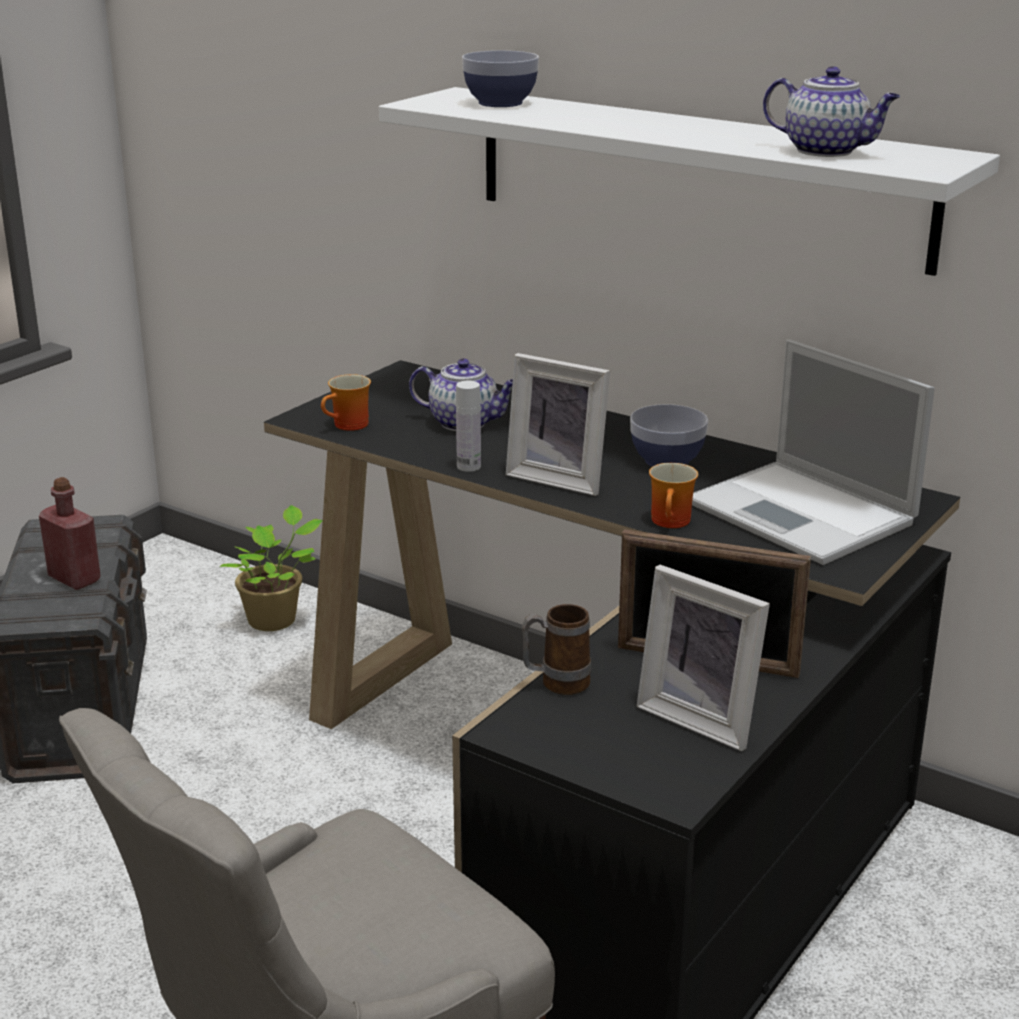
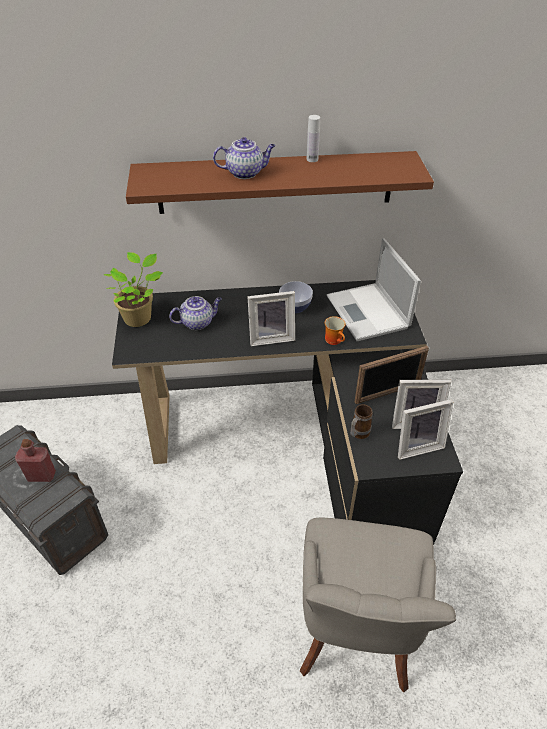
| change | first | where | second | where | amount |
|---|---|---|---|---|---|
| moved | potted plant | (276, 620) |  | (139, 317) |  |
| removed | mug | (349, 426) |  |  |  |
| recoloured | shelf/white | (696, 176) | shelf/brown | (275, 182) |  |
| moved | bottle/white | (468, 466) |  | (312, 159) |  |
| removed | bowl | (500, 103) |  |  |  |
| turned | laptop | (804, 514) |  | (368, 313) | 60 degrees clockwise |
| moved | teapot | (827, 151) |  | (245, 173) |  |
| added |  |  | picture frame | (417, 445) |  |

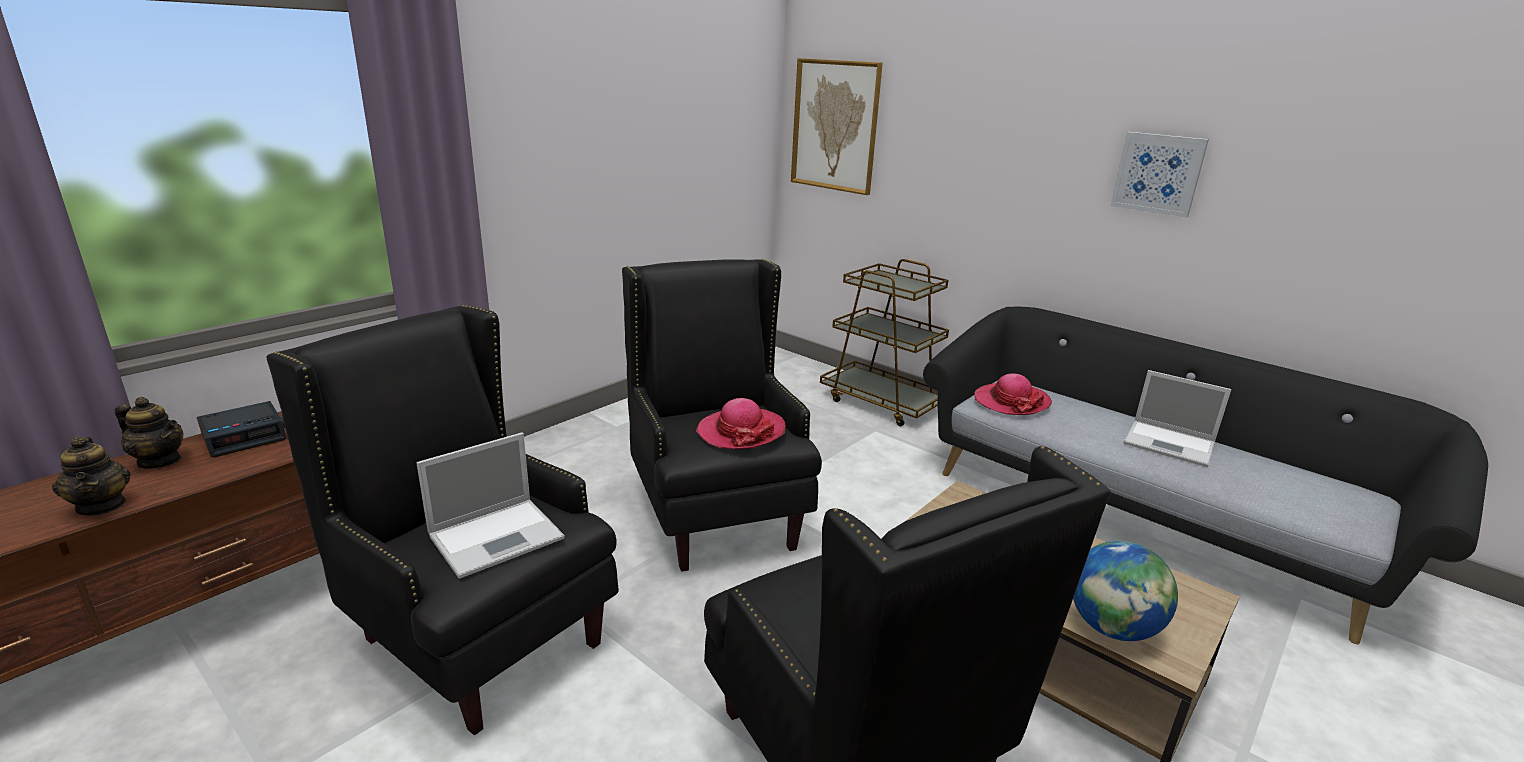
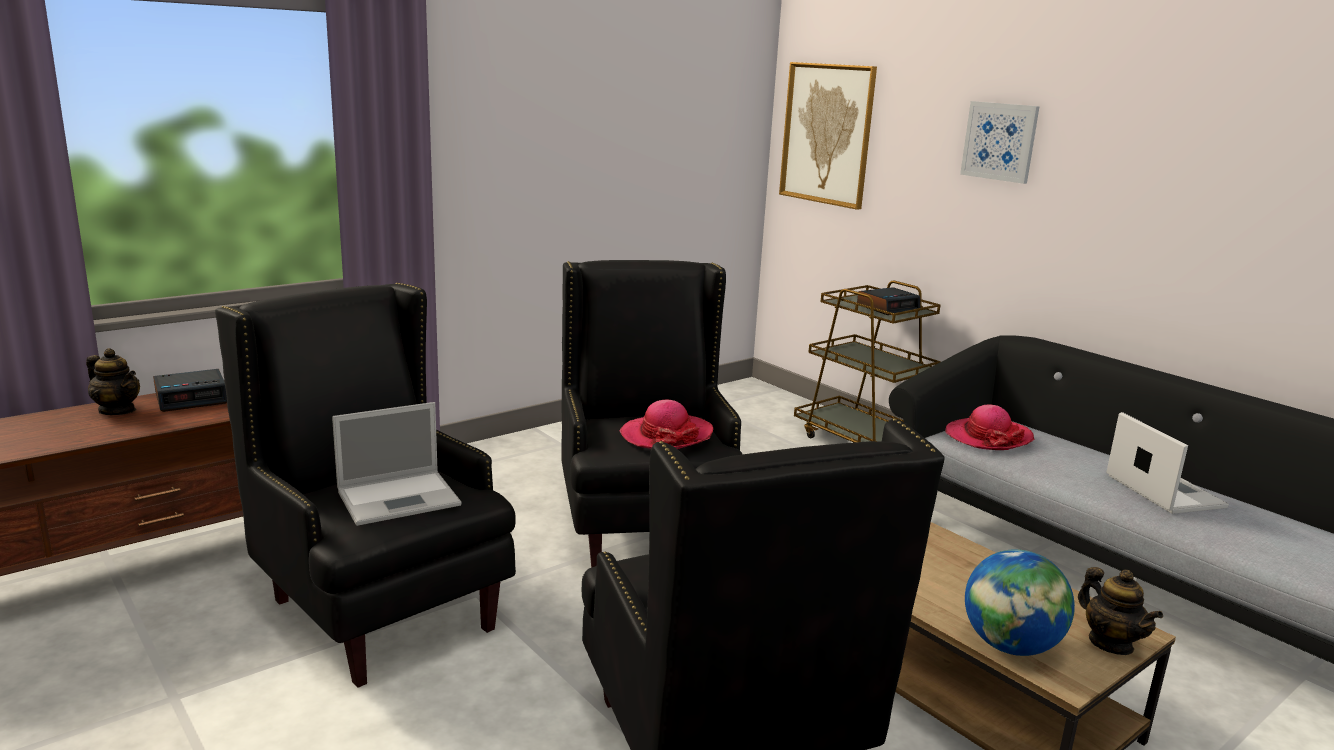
| change | first | where | second | where | amount |
|---|---|---|---|---|---|
| moved | teapot | (102, 505) |  | (1110, 643) |  |
| moved | picture | (1158, 173) |  | (1000, 141) |  |
| turned | laptop | (1171, 444) |  | (1162, 490) | 150 degrees counterclockwise |
| added |  |  | alarm clock | (888, 307) |  |

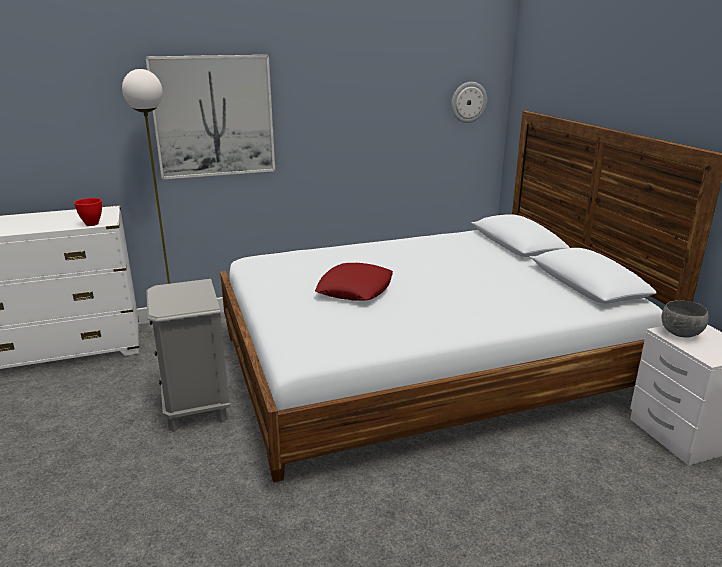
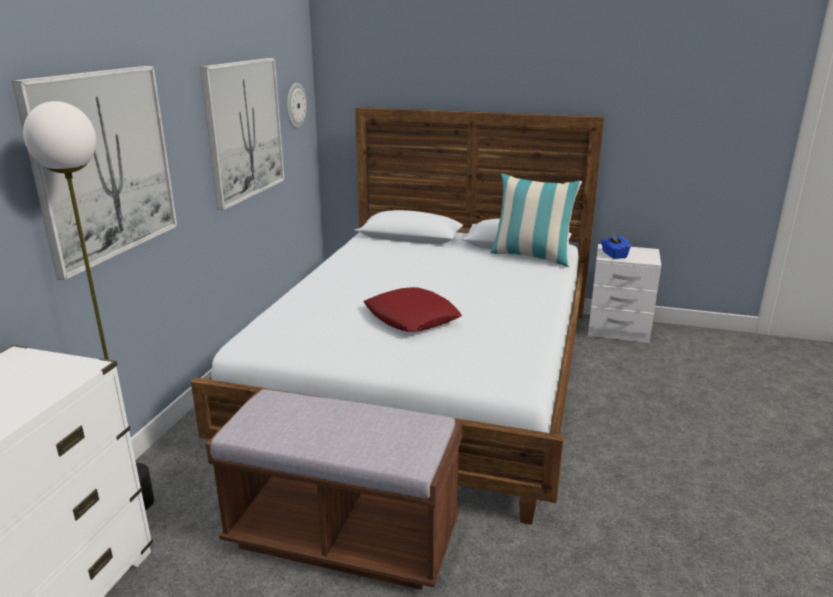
| change | first | where | second | where | amount |
|---|---|---|---|---|---|
| removed | bowl/red | (92, 224) |  |  |  |
| replaced | nightstand/grey | (196, 406) | bench/brown | (343, 536) |  |
| replaced | bowl/grey | (681, 334) | tissue box/blue | (613, 255) |  |
| added |  |  | picture | (244, 130) |  |
| added |  |  | pillow | (531, 257) |  |

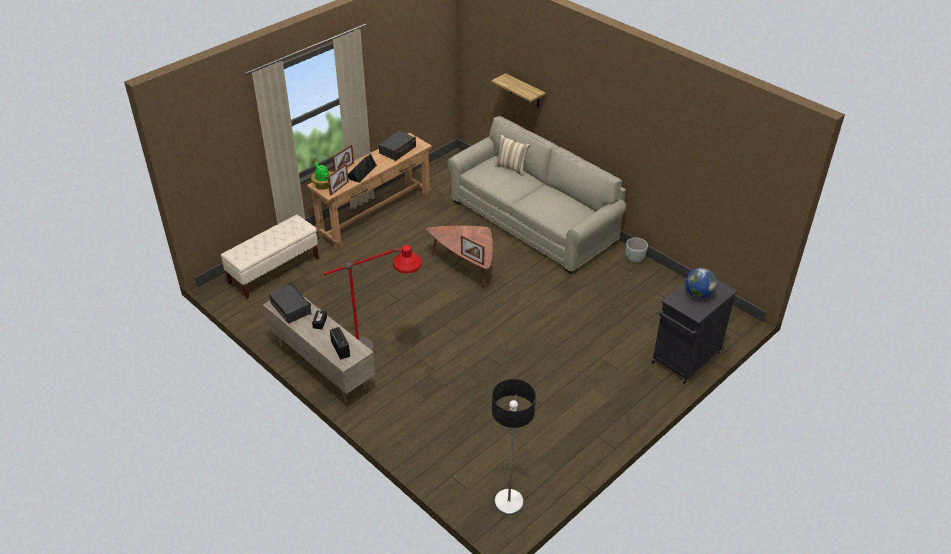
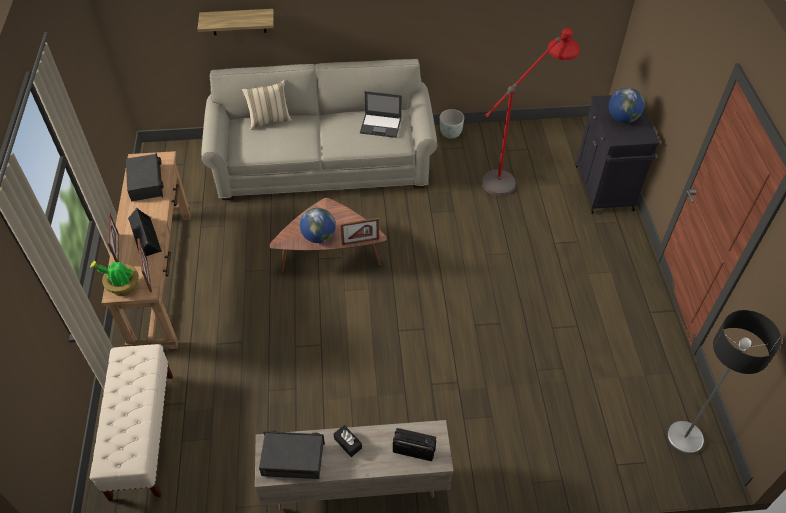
| change | first | where | second | where | amount |
|---|---|---|---|---|---|
| moved | floor lamp/red | (380, 353) |  | (516, 172) |  |
| added |  |  | globe | (319, 236) |  |
| added |  |  | laptop | (381, 125) |  |

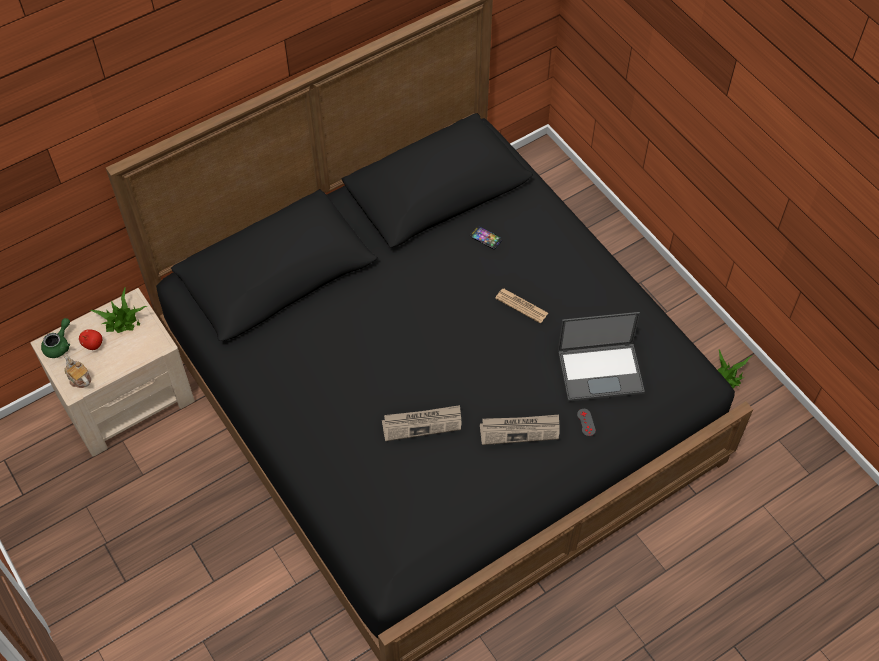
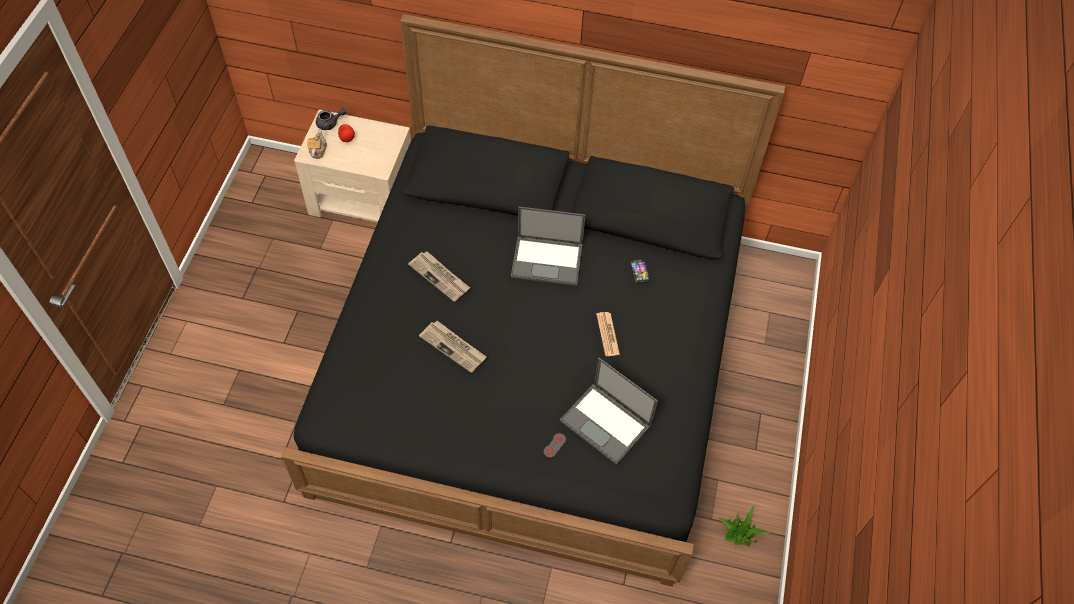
| change | first | where | second | where | amount |
|---|---|---|---|---|---|
| recoloured | teapot/green | (59, 345) | teapot/grey | (330, 123) |  |
| removed | potted plant | (122, 320) |  |  |  |
| moved | newspaper | (520, 430) |  | (440, 277) |  |
| added |  |  | laptop | (548, 260) |  |

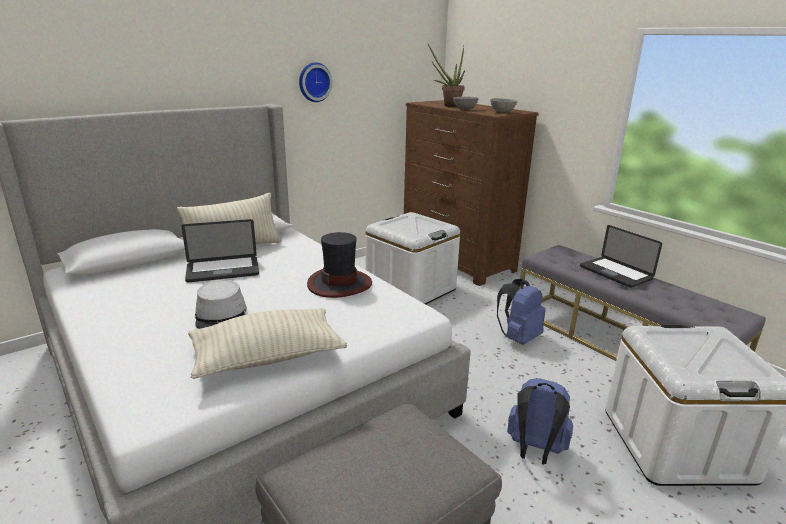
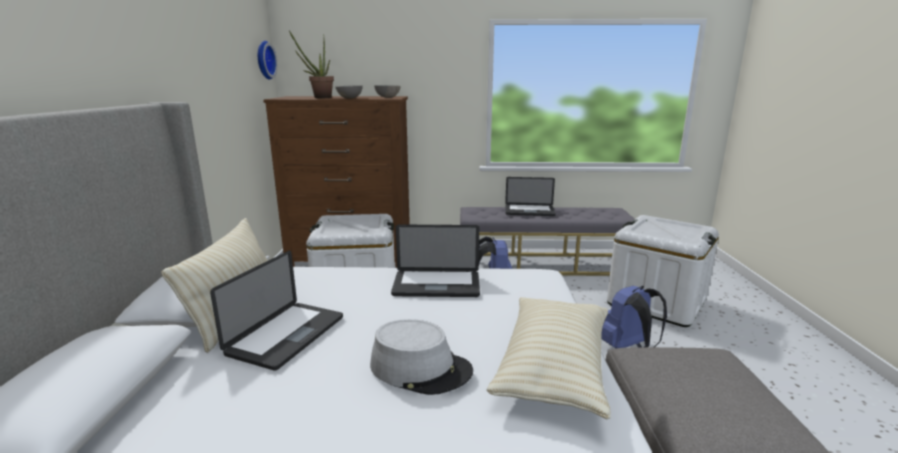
| change | first | where | second | where | amount |
|---|---|---|---|---|---|
| moved | wall clock | (314, 82) |  | (264, 60) |  |
| replaced | hat | (340, 284) | laptop | (436, 285) |  |

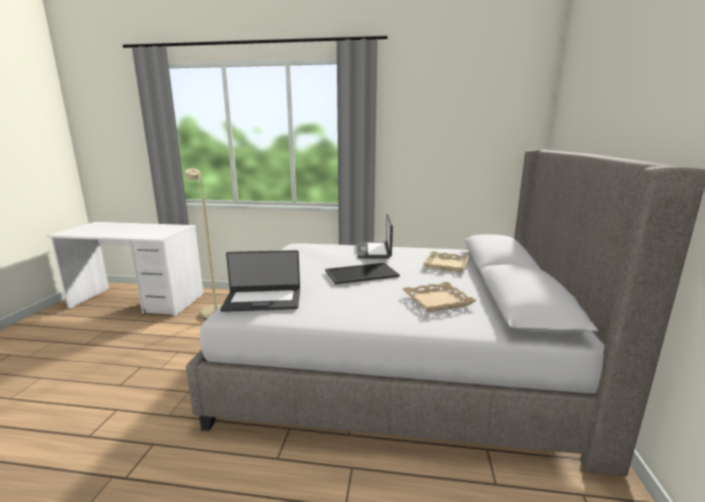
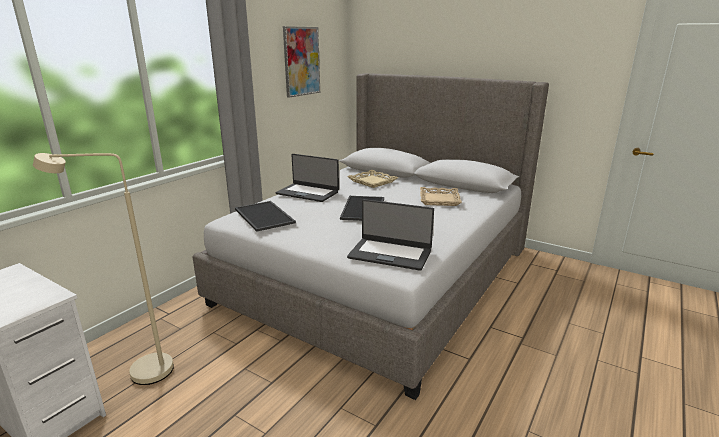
| change | first | where | second | where | amount |
|---|---|---|---|---|---|
| turned | laptop | (263, 300) |  | (390, 254) | 90 degrees clockwise |
| added |  |  | tray | (265, 216) |  |
| added |  |  | picture | (301, 61) |  |

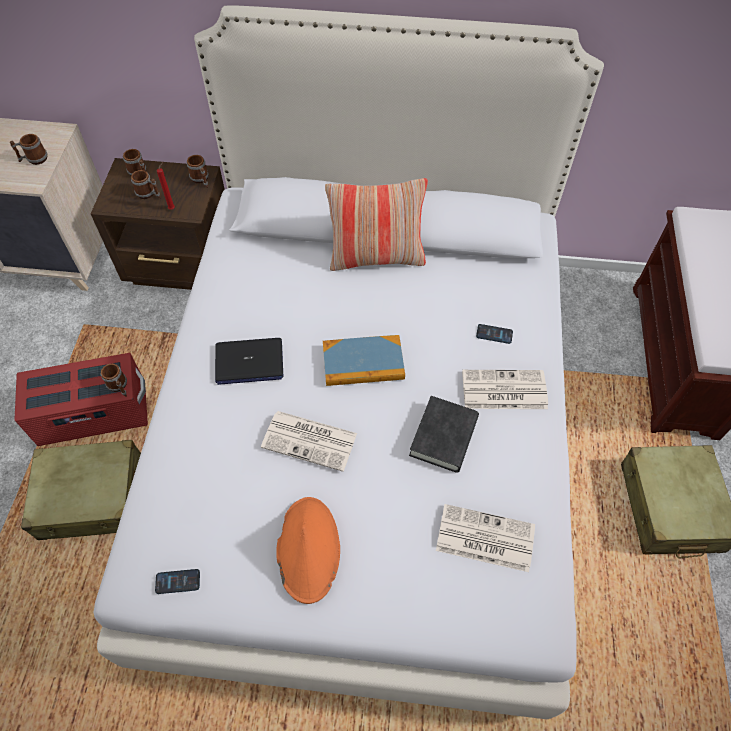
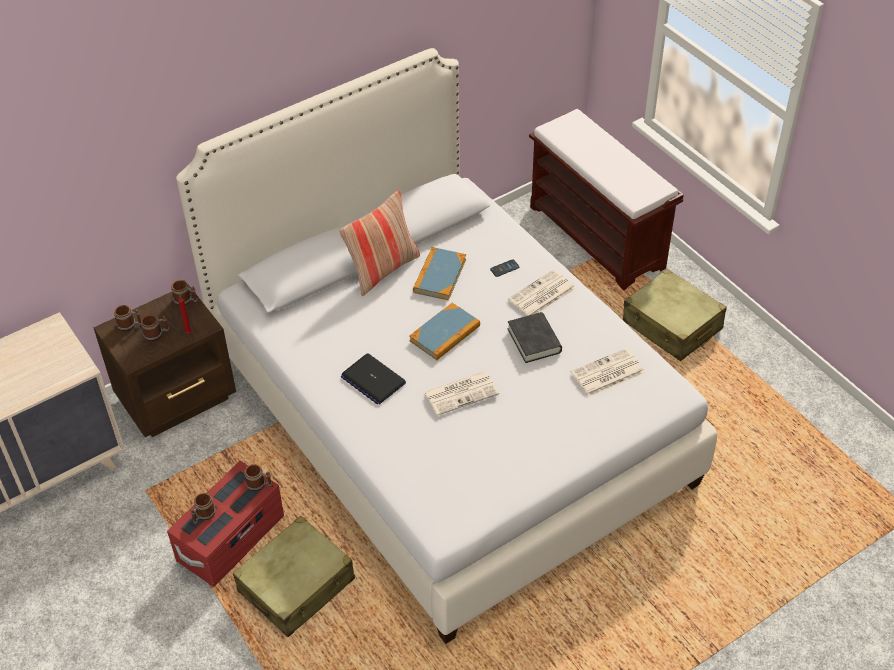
| change | first | where | second | where | amount |
|---|---|---|---|---|---|
| moved | mug | (34, 159) |  | (203, 516) |  |
| removed | phone | (178, 581) |  |  |  |
| turned | laptop | (249, 362) |  | (373, 380) | 90 degrees clockwise |
| removed | hat/orange | (308, 549) |  |  |  |
| added |  |  | book | (439, 276) |  |

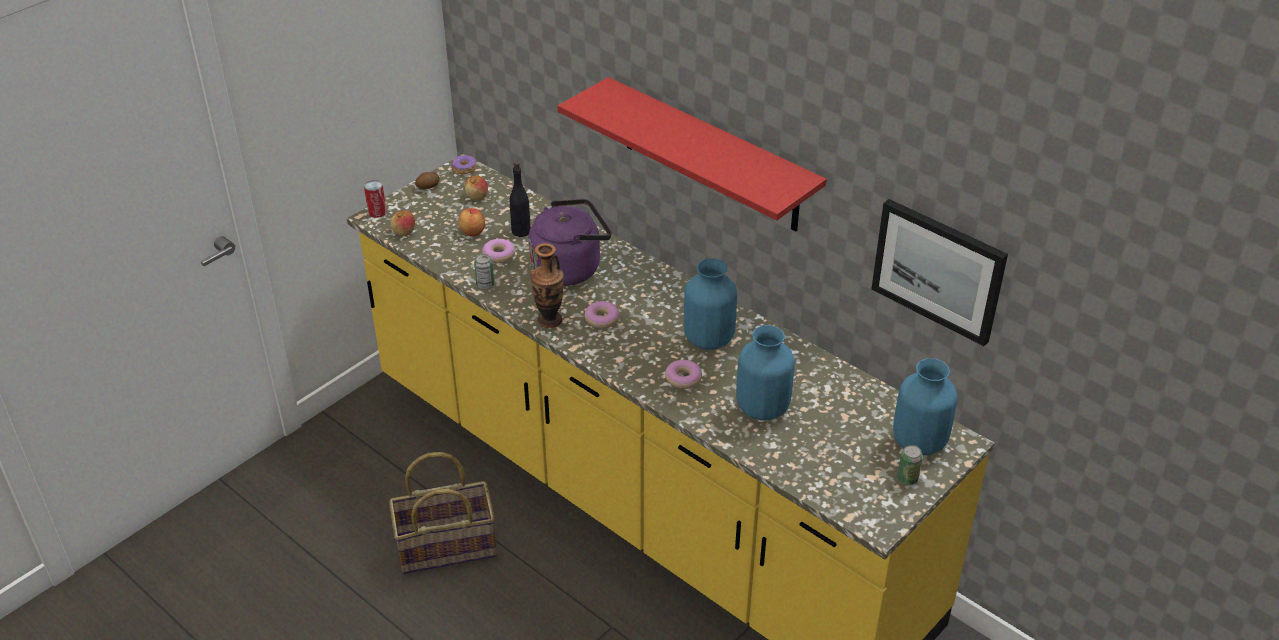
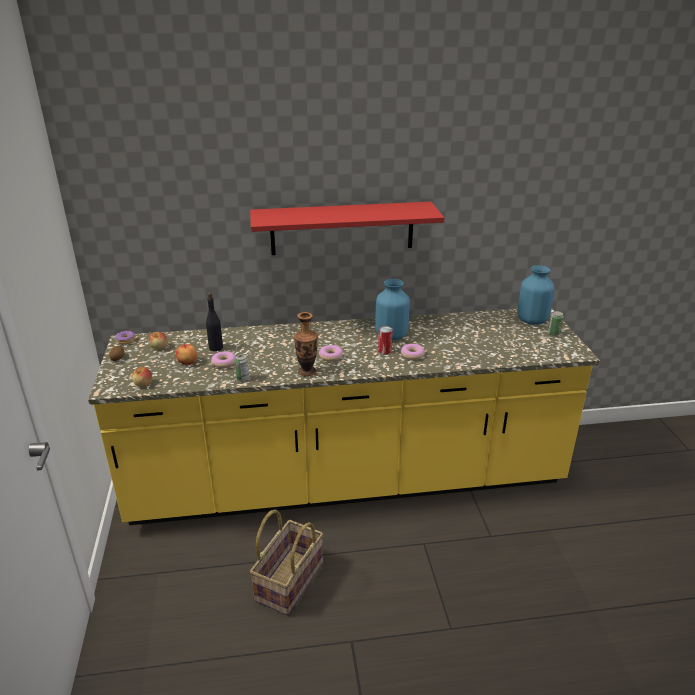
| change | first | where | second | where | amount |
|---|---|---|---|---|---|
| moved | can | (377, 212) |  | (384, 350) |  |
| removed | kettle/purple | (570, 268) |  |  |  |
| removed | vase/blue | (761, 407) |  |  |  |
| removed | picture | (938, 270) |  |  |  |

